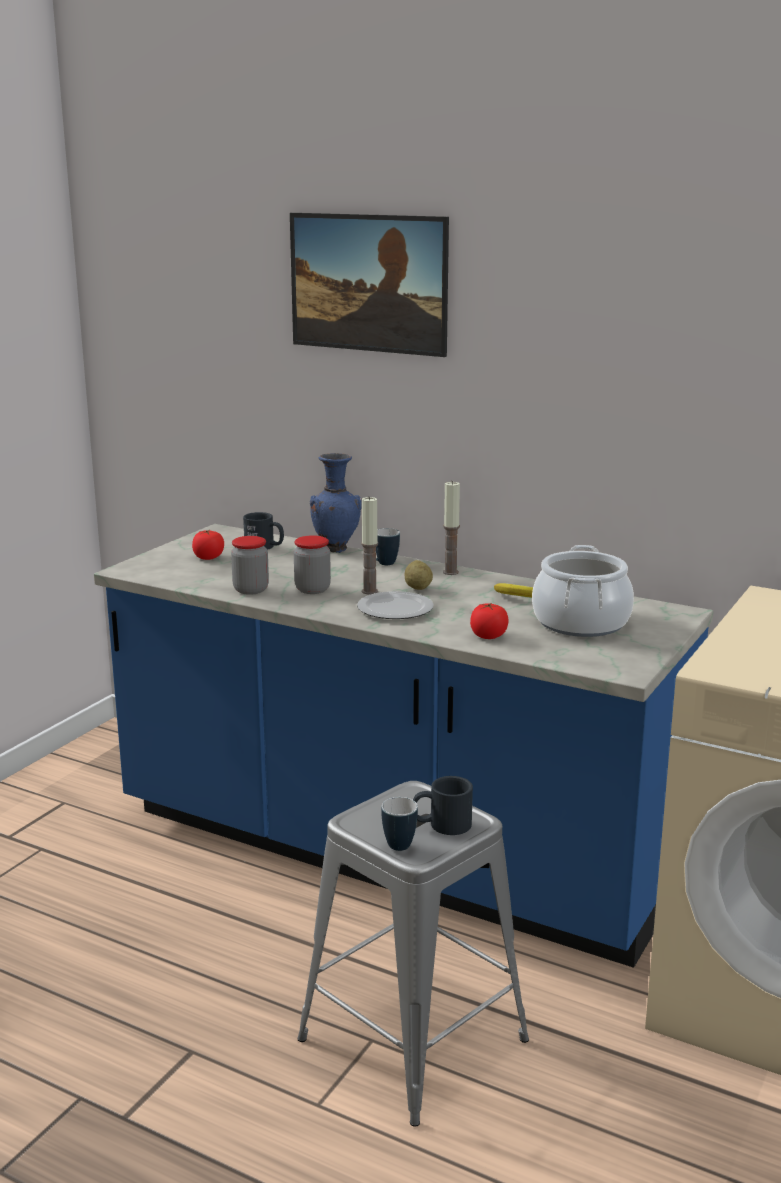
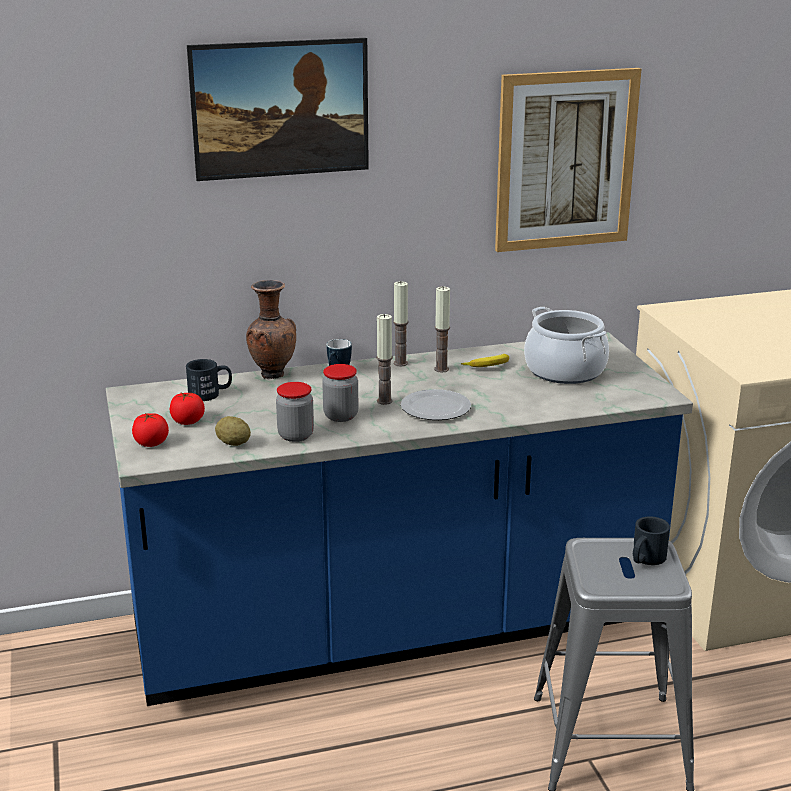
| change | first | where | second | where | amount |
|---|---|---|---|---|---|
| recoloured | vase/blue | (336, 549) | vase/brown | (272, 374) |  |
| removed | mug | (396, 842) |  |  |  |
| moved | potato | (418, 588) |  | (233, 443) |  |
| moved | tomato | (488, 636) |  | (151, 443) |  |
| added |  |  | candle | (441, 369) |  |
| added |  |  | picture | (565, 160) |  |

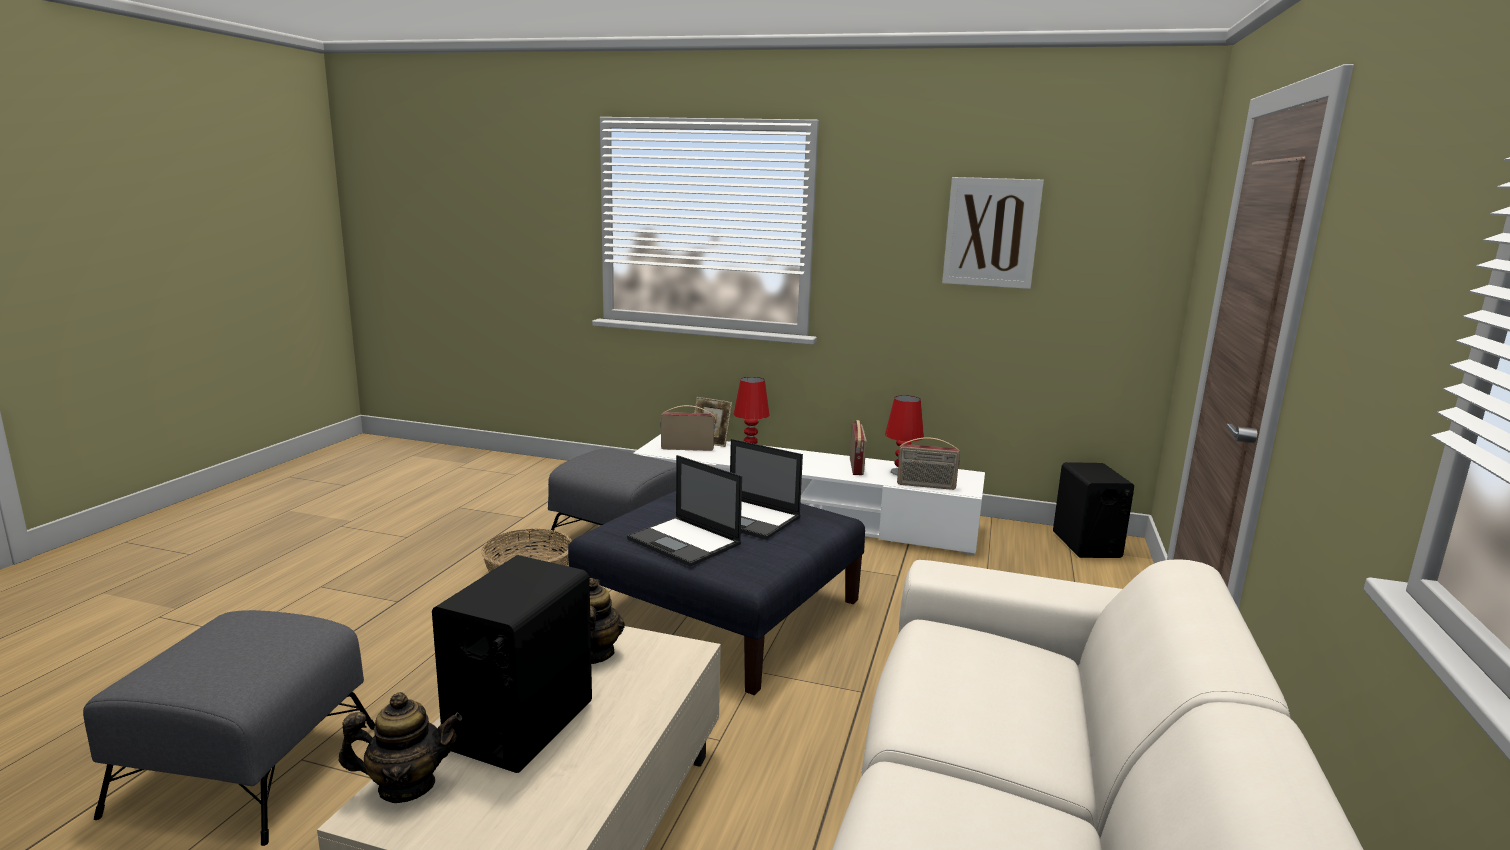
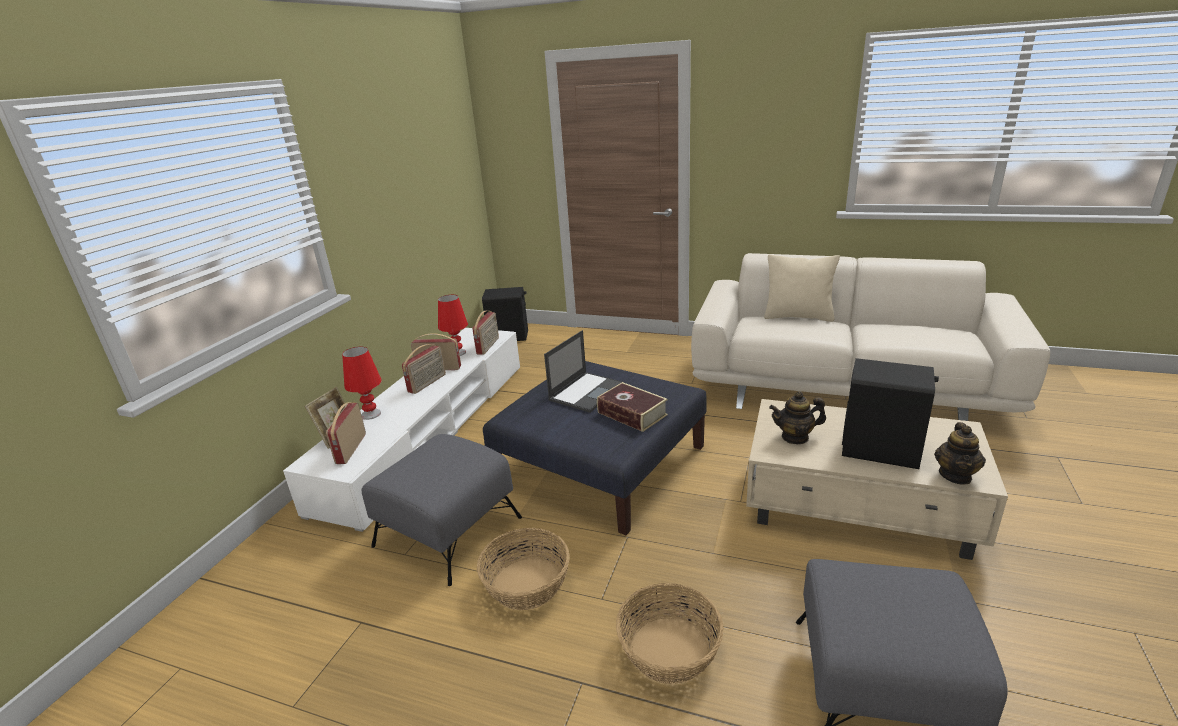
| change | first | where | second | where | amount |
|---|---|---|---|---|---|
| turned | teapot | (406, 786) |  | (955, 475) | 150 degrees counterclockwise |
| replaced | laptop | (685, 542) | book | (632, 414) |  |
| removed | picture | (991, 233) |  |  |  |
| added |  |  | radio | (427, 383) |  |
| added |  |  | basket | (669, 649) |  |
| added |  |  | pillow/beige | (798, 316) |  |

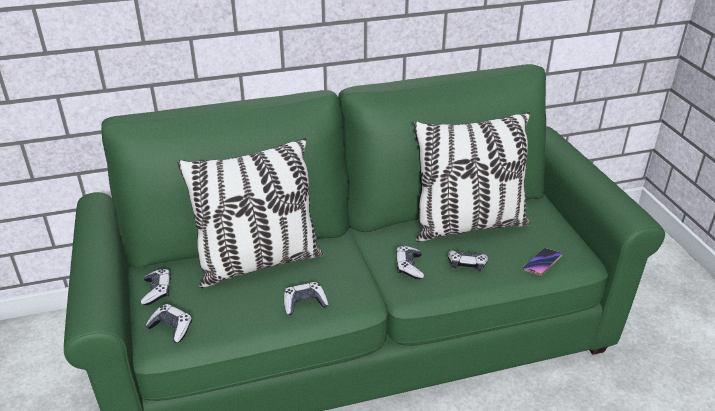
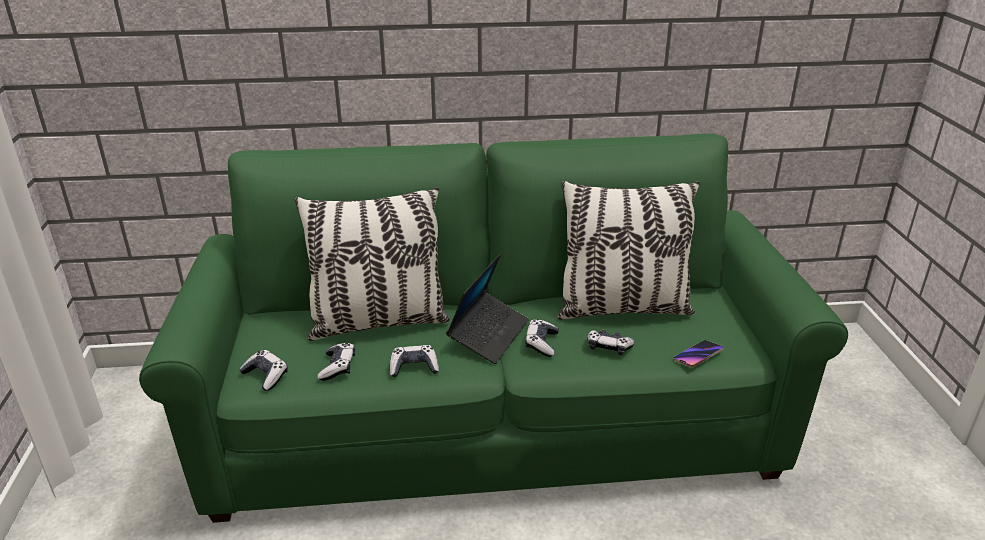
| change | first | where | second | where | amount |
|---|---|---|---|---|---|
| moved | game controller | (157, 291) |  | (338, 367) |  |
| added |  |  | laptop | (488, 334) |  |

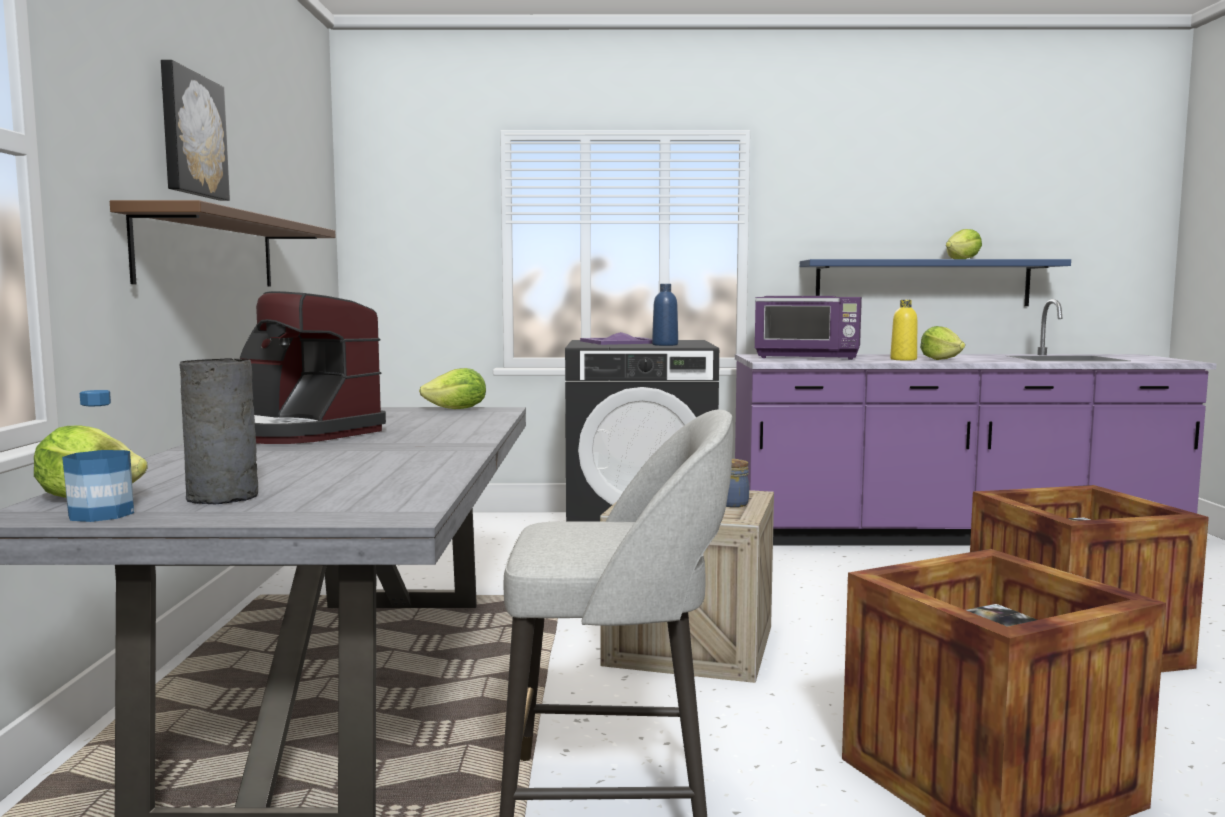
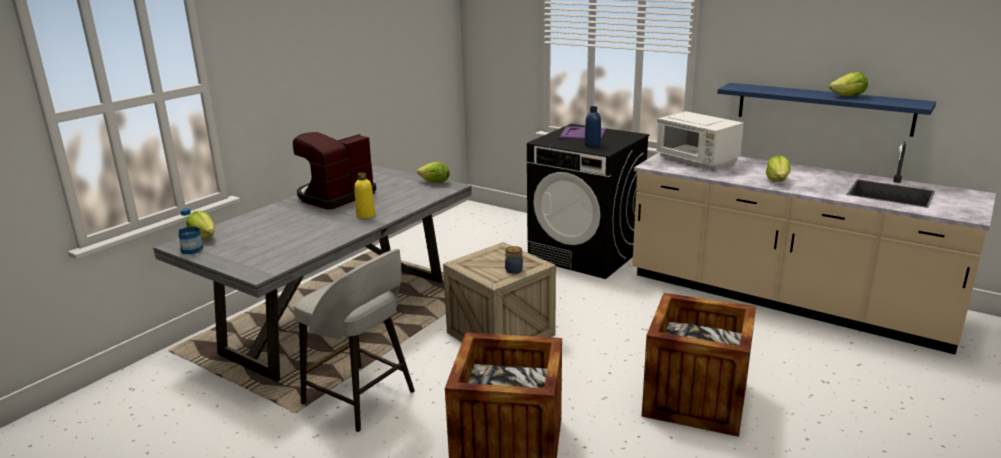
| change | first | where | second | where | amount |
|---|---|---|---|---|---|
| removed | shelf/brown | (209, 252) |  |  |  |
| removed | picture | (191, 135) |  |  |  |
| removed | vase/grey | (224, 497) |  |  |  |
| turned | coffee machine | (298, 433) |  | (335, 196) | 60 degrees clockwise |
| recoloured | counter/purple | (950, 535) | counter/beige | (785, 299) |  |
| recoloured | microwave/purple | (809, 357) | microwave/white | (697, 161) |  |
| moved | bottle/yellow | (903, 359) |  | (366, 215) |  |

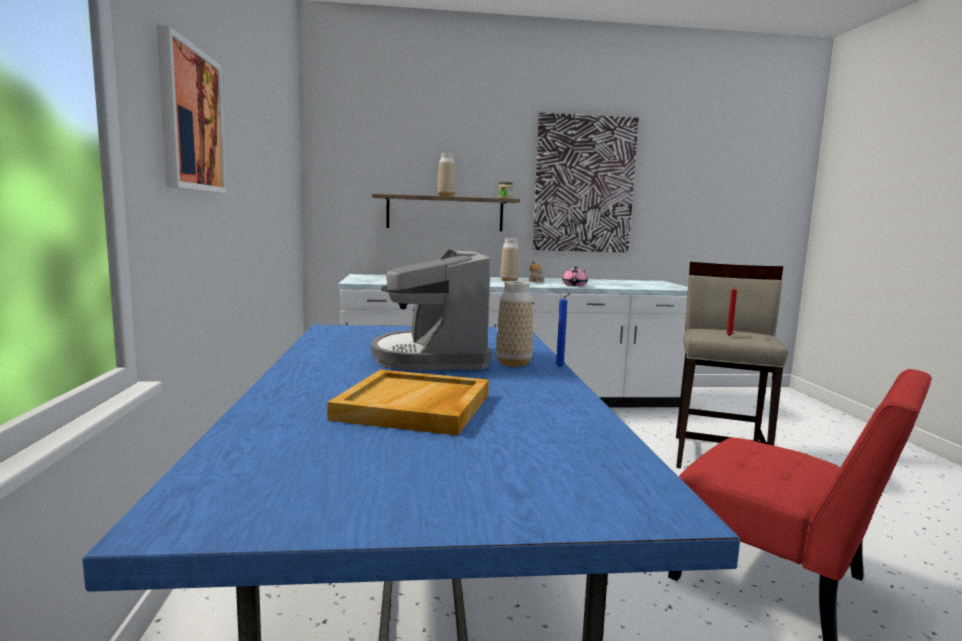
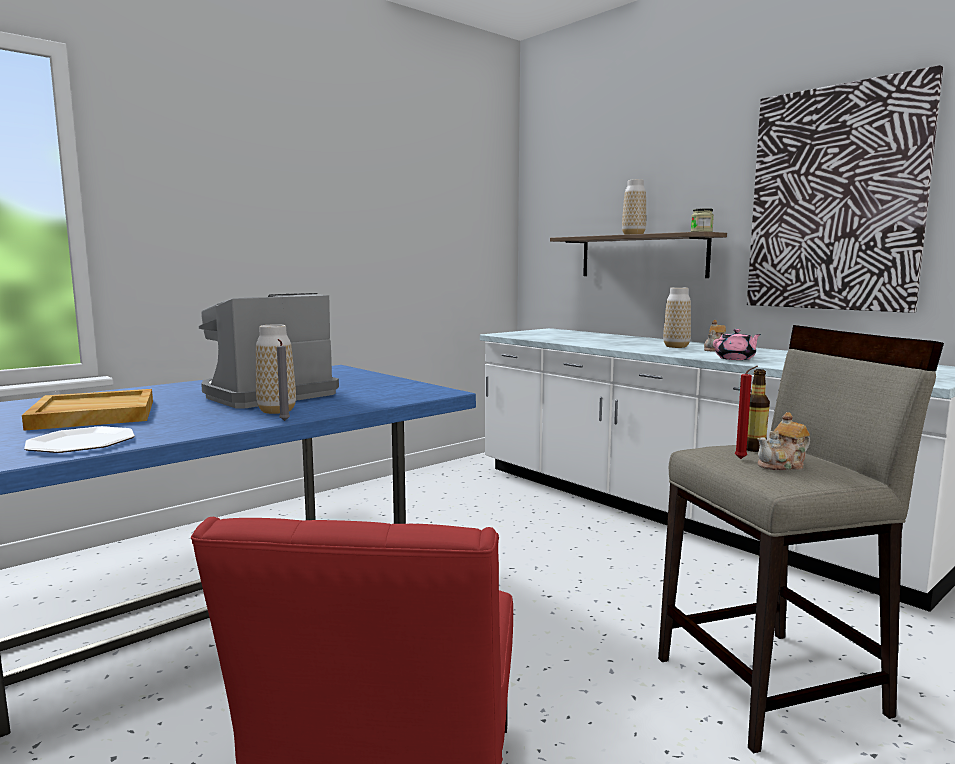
| change | first | where | second | where | amount |
|---|---|---|---|---|---|
| removed | picture | (191, 120) |  |  |  |
| recoloured | candle/blue | (561, 367) | candle/grey | (284, 421) |  |
| added |  |  | plate | (82, 442) |  |
| added |  |  | bottle | (754, 449) |  |
| added |  |  | teapot | (783, 465) |  |

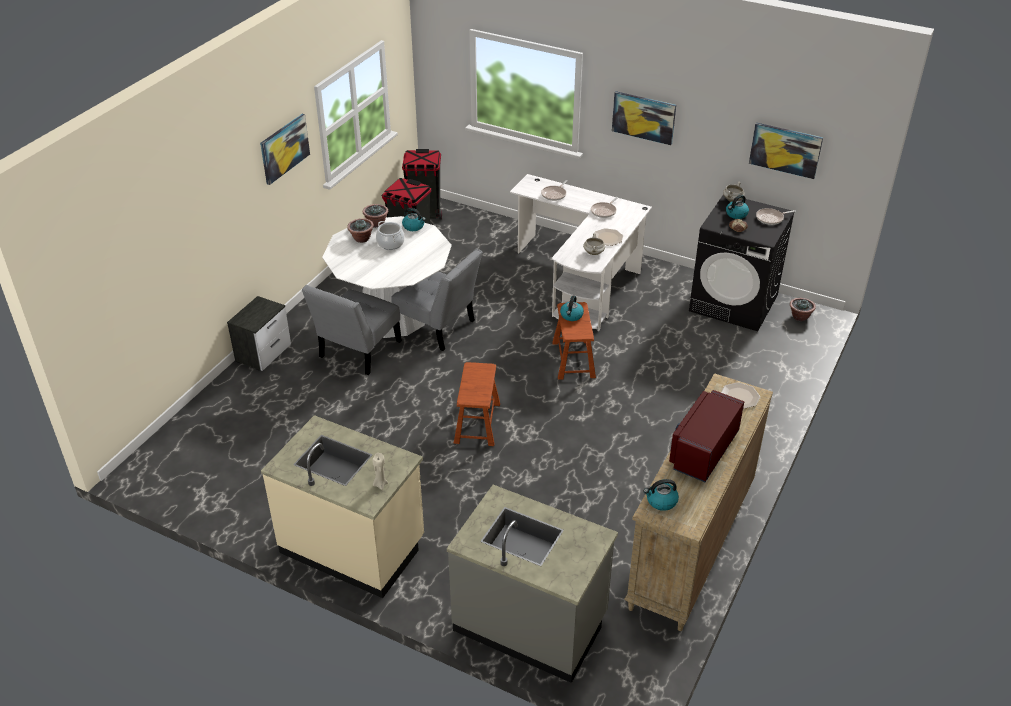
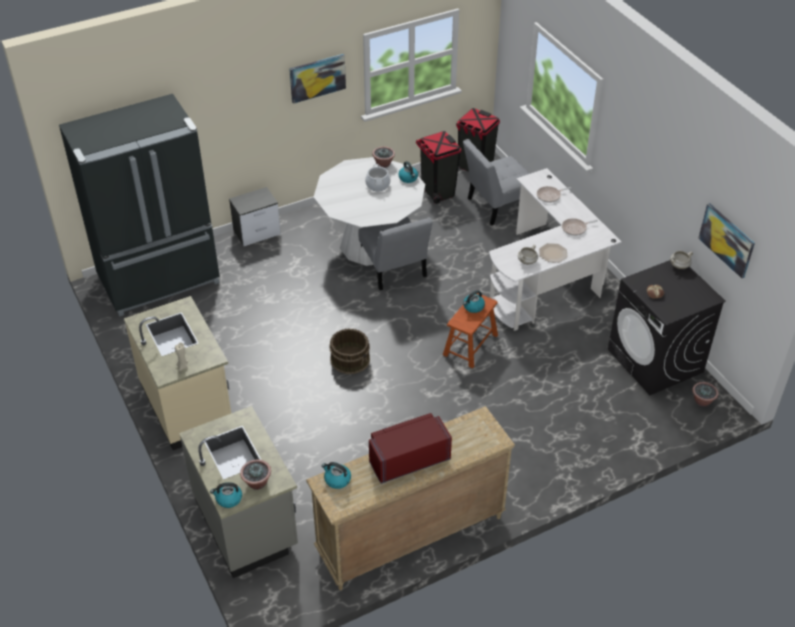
| change | first | where | second | where | amount |
|---|---|---|---|---|---|
| moved | chair/grey | (357, 352) |  | (496, 206) |  |
| moved | potted plant | (361, 239) |  | (257, 483) |  |
| replaced | stool/brown | (477, 423) | bucket/brown | (350, 359) |  |
| removed | picture | (643, 117) |  |  |  |
| removed | plate | (739, 396) |  |  |  |
| moved | kettle | (736, 214) |  | (228, 499) |  |
| removed | frying pan | (771, 218) |  |  |  |
| added |  |  | fridge/black | (160, 280) |  |

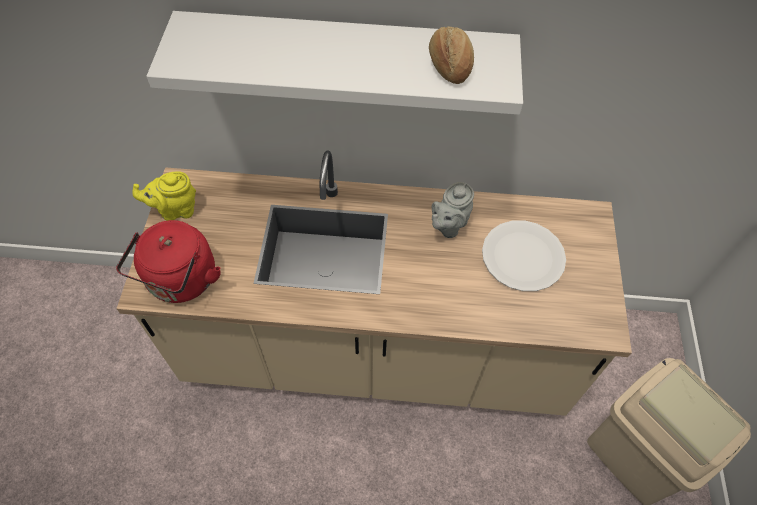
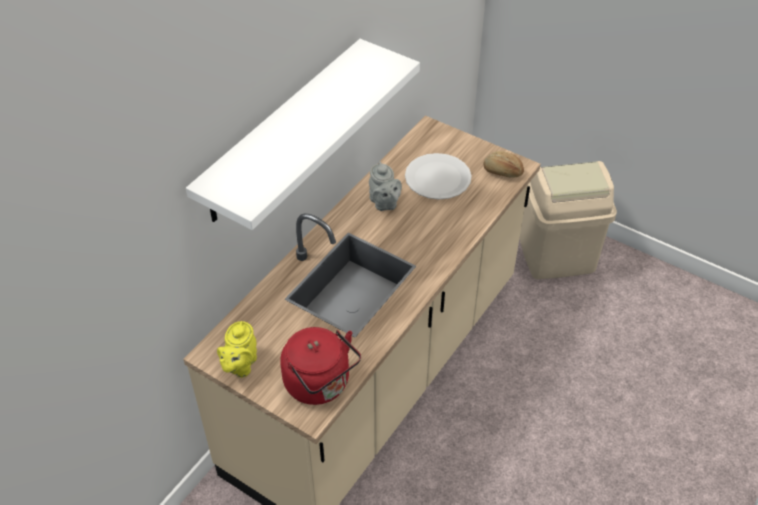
| change | first | where | second | where | amount |
|---|---|---|---|---|---|
| moved | bread | (449, 65) |  | (502, 172) |  |

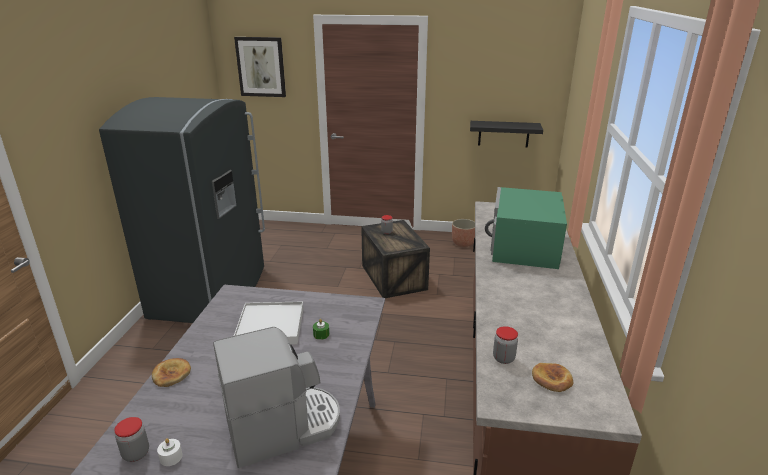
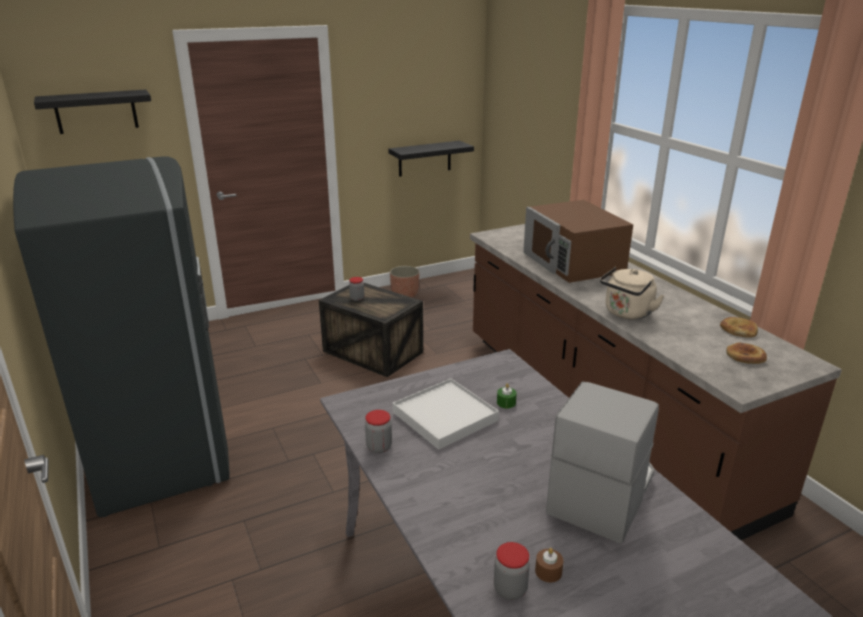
| change | first | where | second | where | amount |
|---|---|---|---|---|---|
| moved | bread | (171, 374) |  | (738, 330) |  |
| recoloured | candle/white | (171, 457) | candle/brown | (548, 571) |  |
| replaced | picture | (261, 67) | shelf/black | (96, 111) |  |
| recoloured | microwave/green | (524, 246) | microwave/brown | (573, 262) |  |
| moved | jar | (503, 358) |  | (379, 447) |  |
| added |  |  | kettle/beige | (627, 313) |  |

